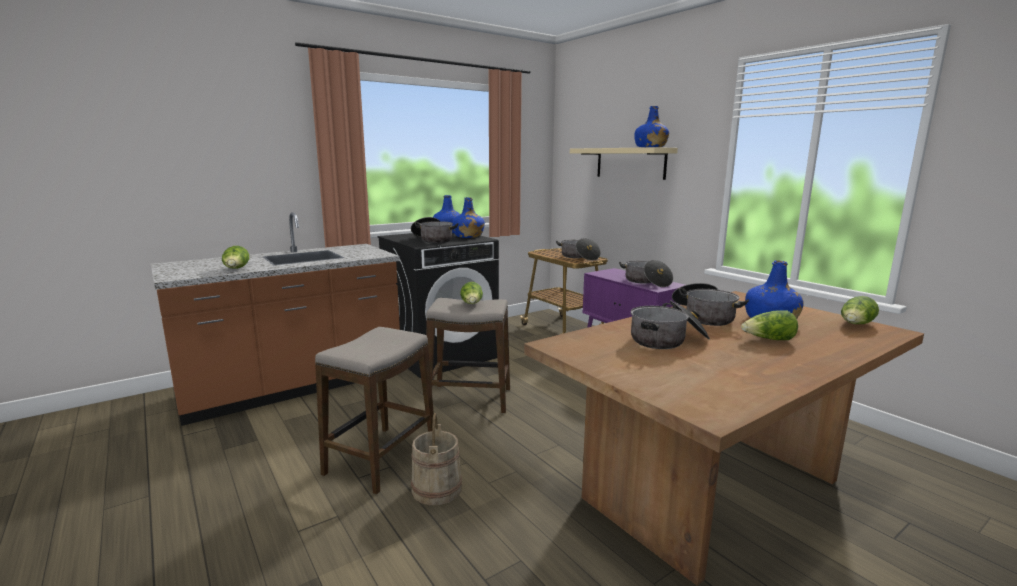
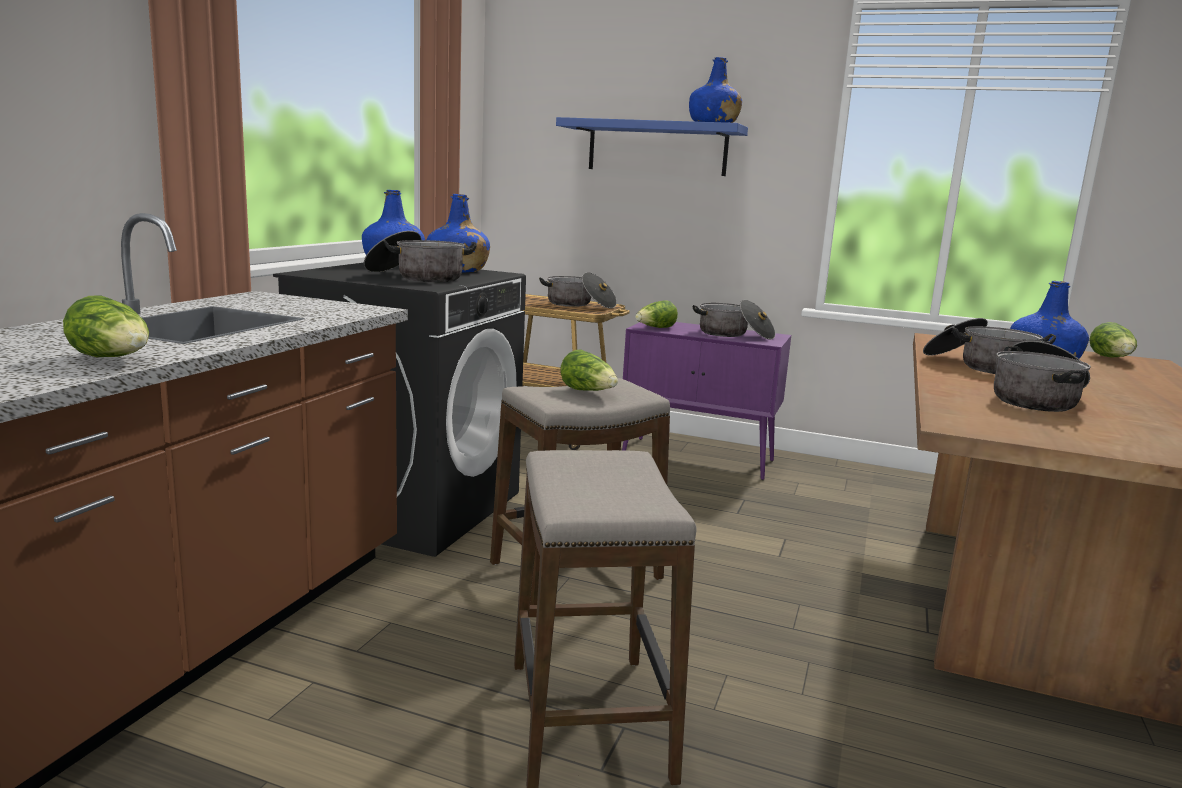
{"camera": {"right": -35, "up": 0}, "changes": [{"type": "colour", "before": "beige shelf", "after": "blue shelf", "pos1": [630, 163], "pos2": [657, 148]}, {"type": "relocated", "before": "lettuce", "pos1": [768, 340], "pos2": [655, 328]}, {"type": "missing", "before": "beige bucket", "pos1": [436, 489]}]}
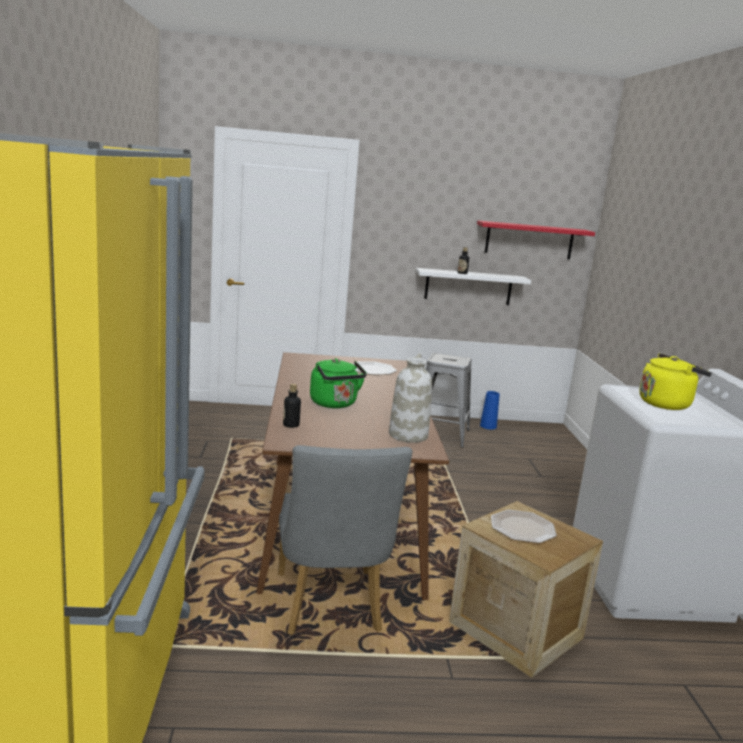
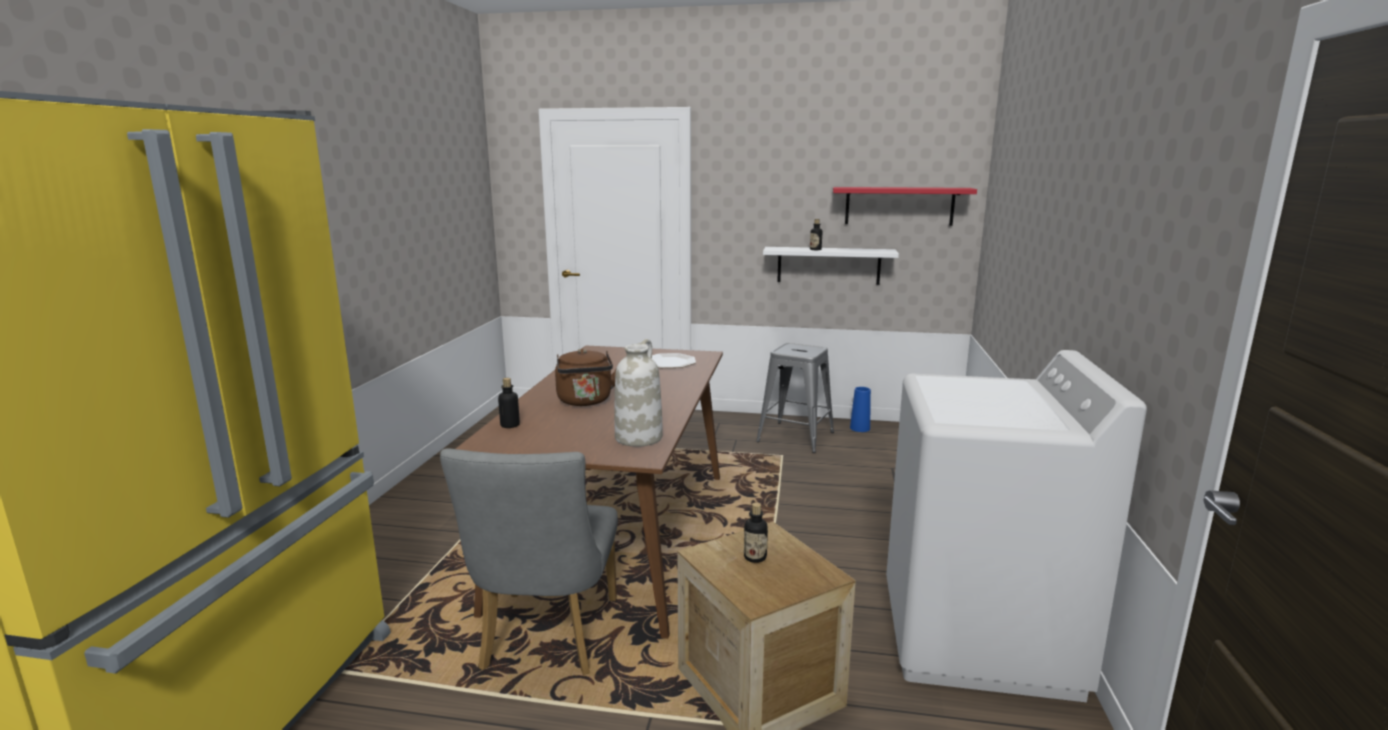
{"camera": {"right": 15, "up": 0}, "changes": [{"type": "missing", "before": "yellow kettle", "pos1": [666, 404]}, {"type": "colour", "before": "green kettle", "after": "brown kettle", "pos1": [335, 404], "pos2": [585, 401]}, {"type": "exchanged", "before": "plate", "after": "bottle", "pos1": [523, 528], "pos2": [755, 557]}]}
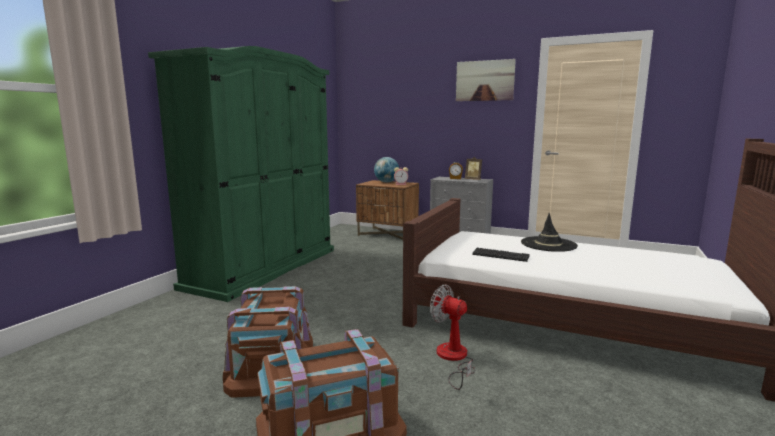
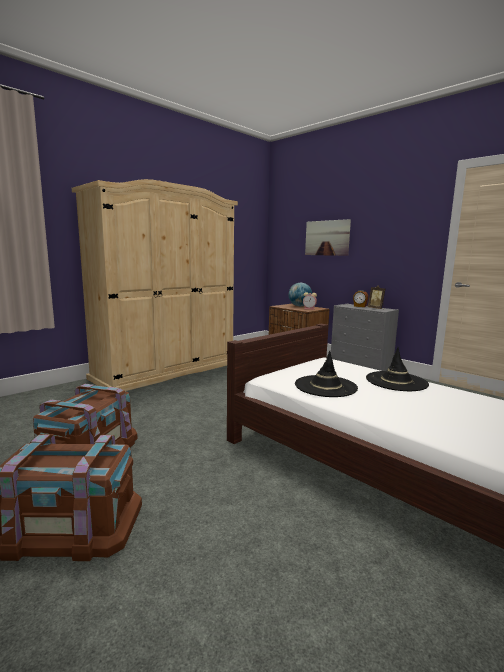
{"camera": {"right": 20, "up": 0}, "changes": [{"type": "colour", "before": "green wardrobe", "after": "beige wardrobe", "pos1": [264, 267], "pos2": [166, 370]}, {"type": "relocated", "before": "picture", "pos1": [484, 80], "pos2": [327, 238]}, {"type": "exchanged", "before": "keyboard", "after": "black hat", "pos1": [500, 256], "pos2": [325, 386]}, {"type": "missing", "before": "fan", "pos1": [453, 359]}]}
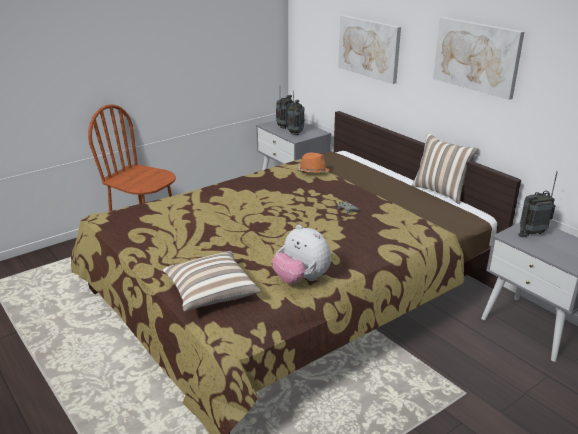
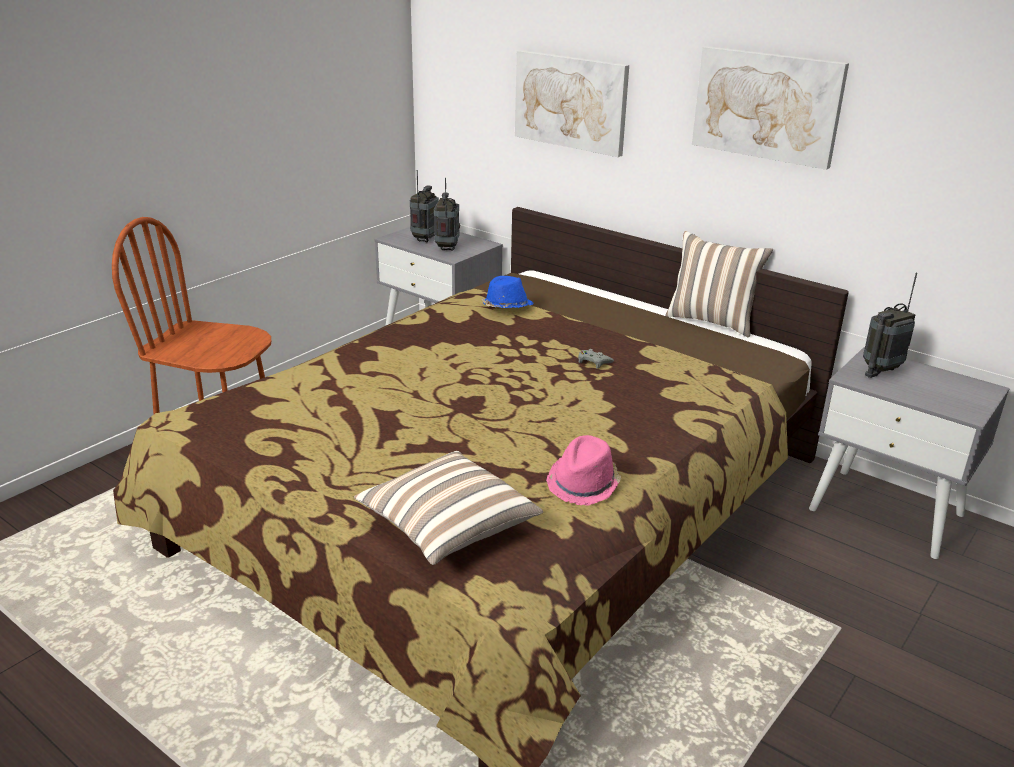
{"camera": {"right": -15, "up": 0}, "changes": [{"type": "colour", "before": "orange hat", "after": "blue hat", "pos1": [312, 172], "pos2": [506, 308]}, {"type": "exchanged", "before": "plush toy", "after": "pink hat", "pos1": [301, 279], "pos2": [584, 484]}]}
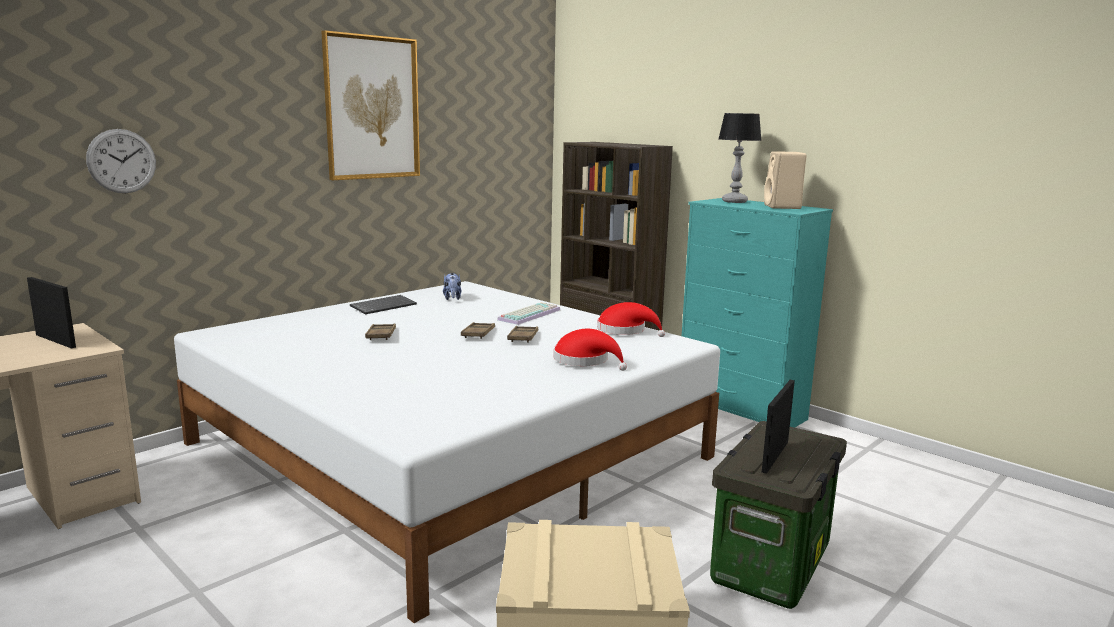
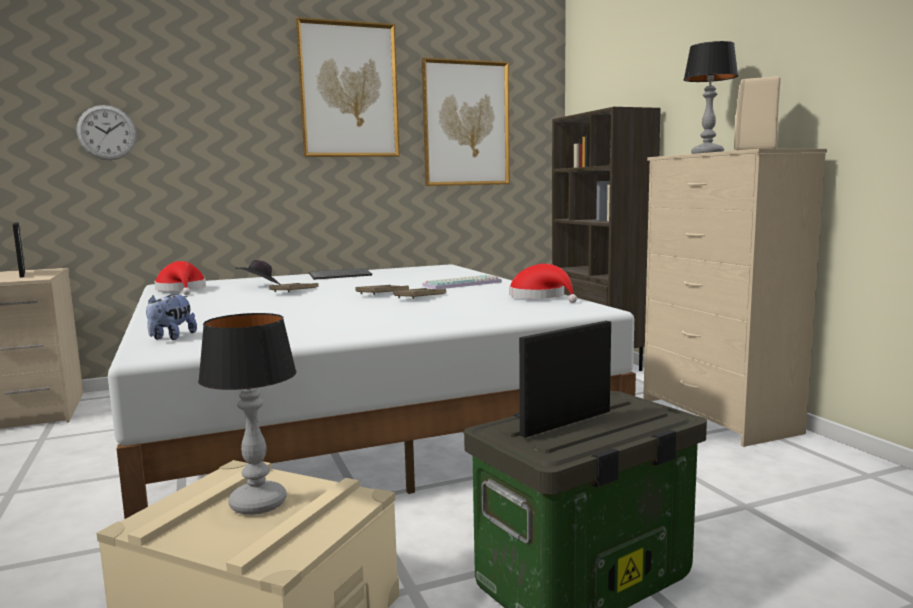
{"camera": {"right": 25, "up": -5}, "changes": [{"type": "colour", "before": "turquoise dresser", "after": "beige dresser", "pos1": [741, 412], "pos2": [718, 417]}, {"type": "relocated", "before": "plush toy", "pos1": [452, 298], "pos2": [171, 337]}, {"type": "relocated", "before": "red hat", "pos1": [585, 360], "pos2": [182, 290]}, {"type": "appeared", "after": "picture", "pos2": [466, 123]}, {"type": "appeared", "after": "black hat", "pos2": [261, 287]}, {"type": "appeared", "after": "table lamp", "pos2": [257, 504]}]}
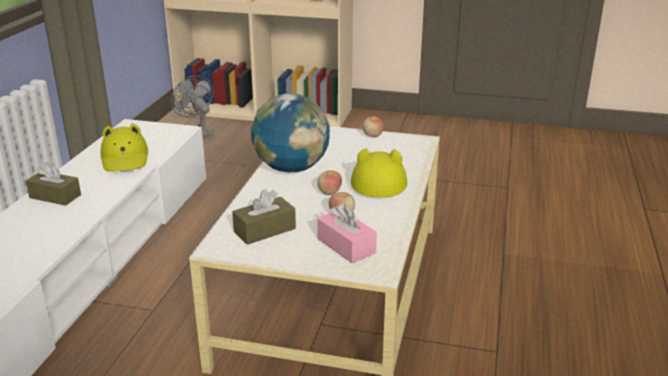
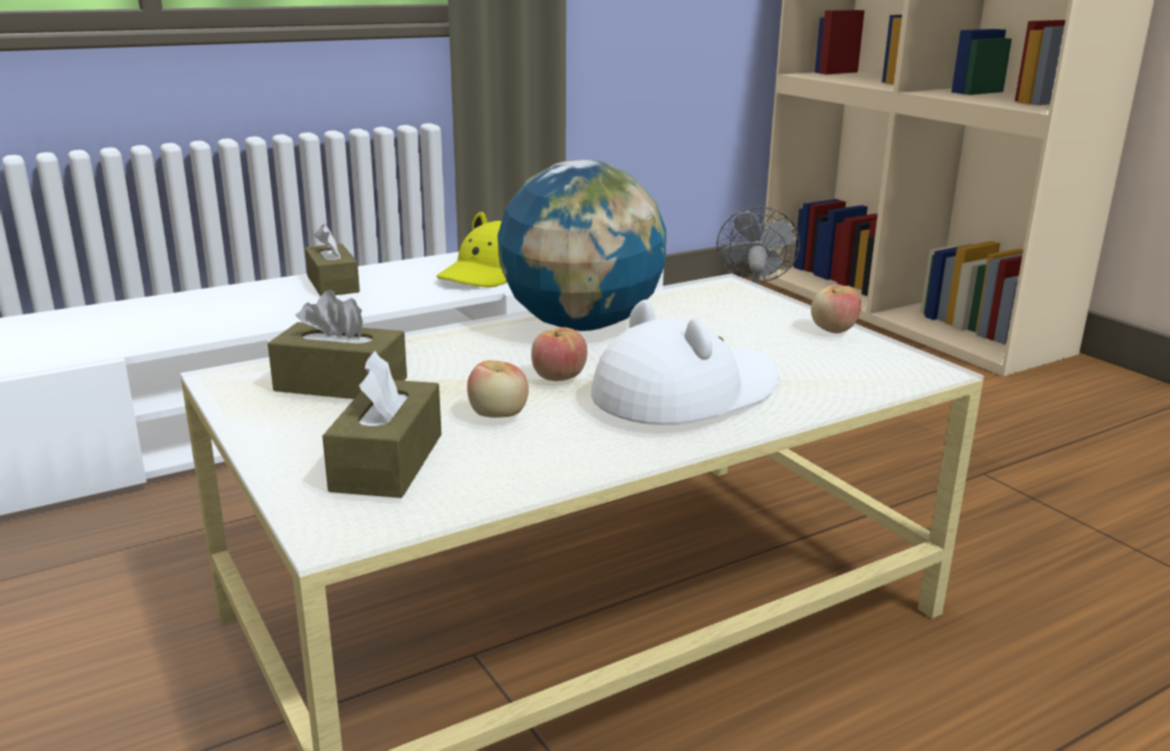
{"camera": {"right": 45, "up": -5}, "changes": [{"type": "colour", "before": "yellow hat", "after": "white hat", "pos1": [378, 180], "pos2": [685, 394]}, {"type": "colour", "before": "pink tissue box", "after": "brown tissue box", "pos1": [346, 246], "pos2": [387, 462]}]}
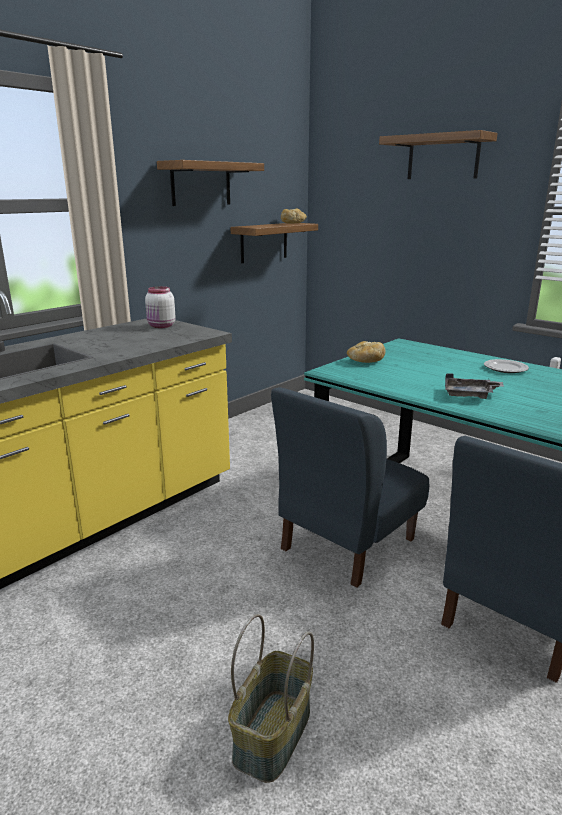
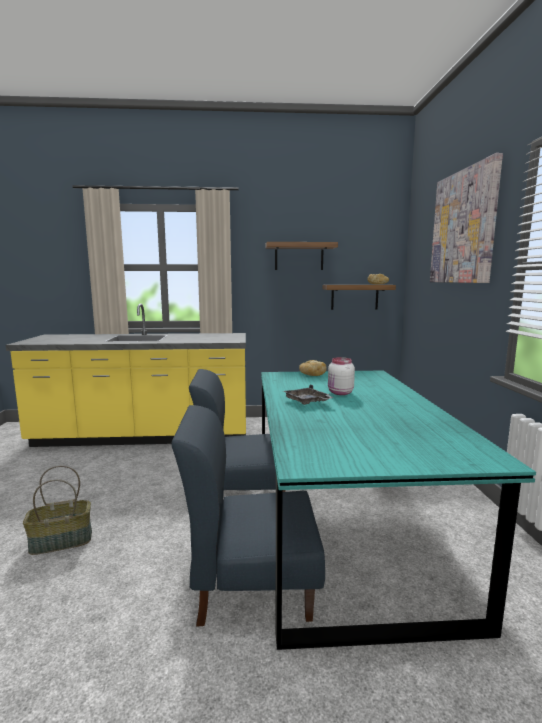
{"camera": {"right": 45, "up": -10}, "changes": [{"type": "exchanged", "before": "shelf", "after": "picture", "pos1": [443, 157], "pos2": [463, 227]}, {"type": "relocated", "before": "white jar", "pos1": [161, 326], "pos2": [340, 393]}, {"type": "missing", "before": "plate", "pos1": [505, 368]}]}
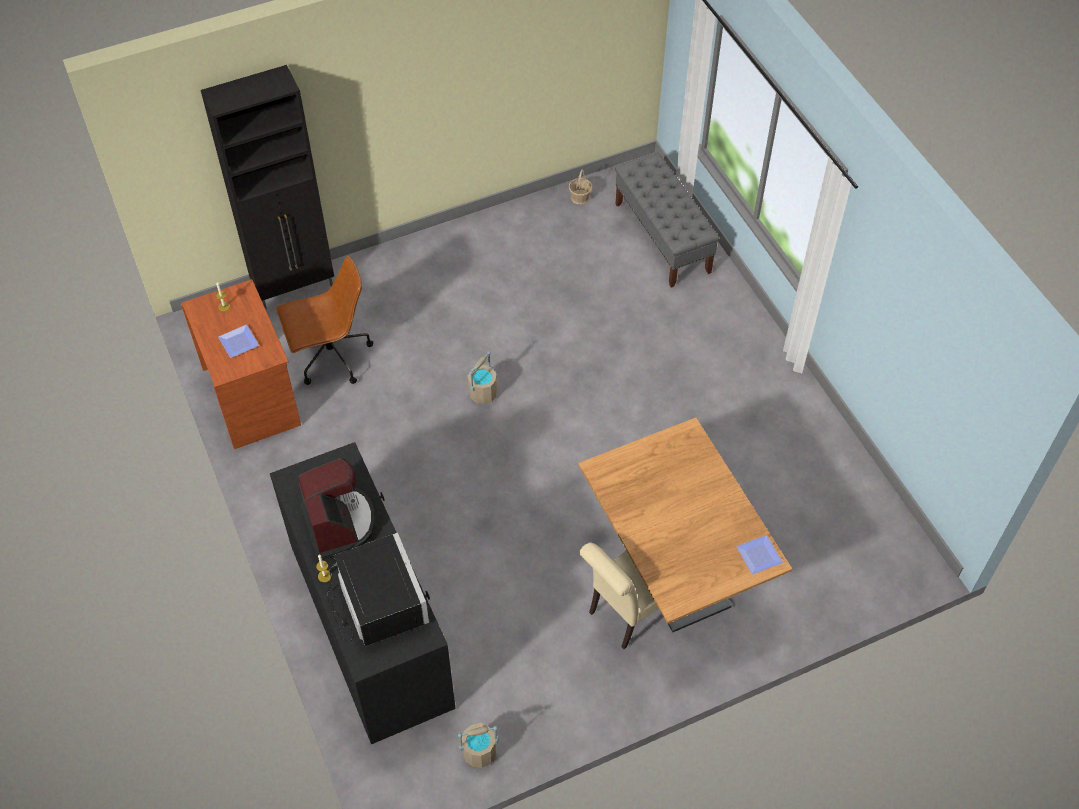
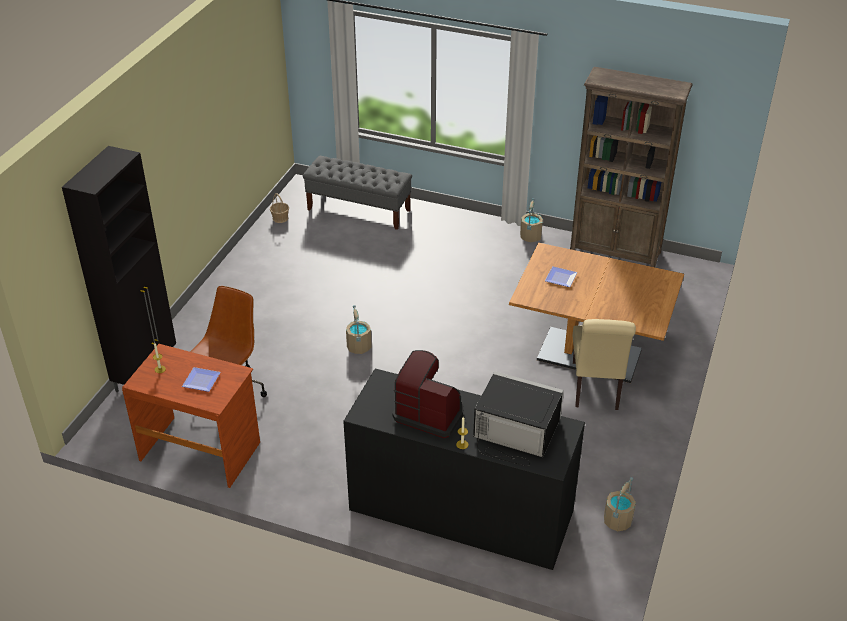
{"camera": {"right": -45, "up": -15}, "changes": [{"type": "relocated", "before": "plate", "pos1": [757, 555], "pos2": [559, 278]}, {"type": "appeared", "after": "brown bookcase", "pos2": [615, 252]}, {"type": "appeared", "after": "beige bucket", "pos2": [530, 236]}]}
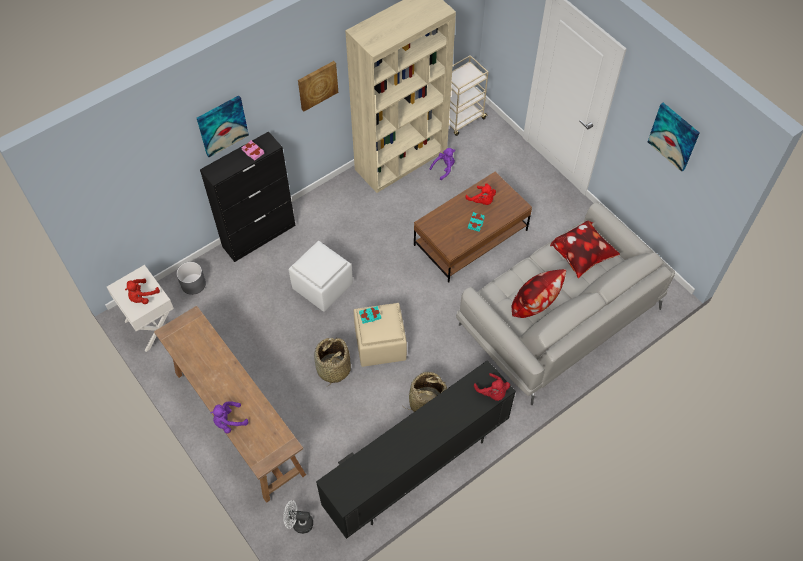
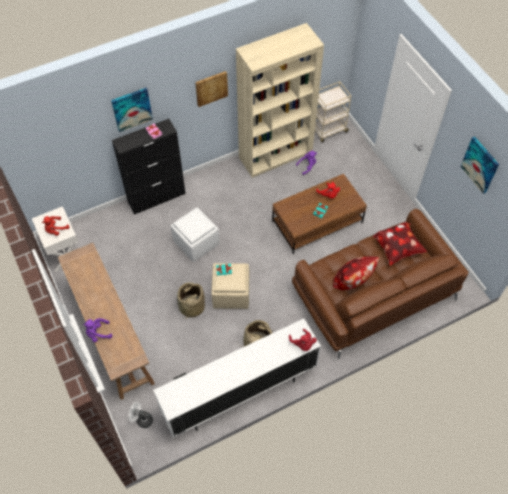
{"camera": {"right": 10, "up": 0}, "changes": [{"type": "colour", "before": "grey sofa", "after": "brown sofa", "pos1": [558, 317], "pos2": [373, 294]}, {"type": "missing", "before": "grey planter", "pos1": [193, 284]}, {"type": "colour", "before": "black tv stand", "after": "white tv stand", "pos1": [416, 469], "pos2": [239, 393]}]}
